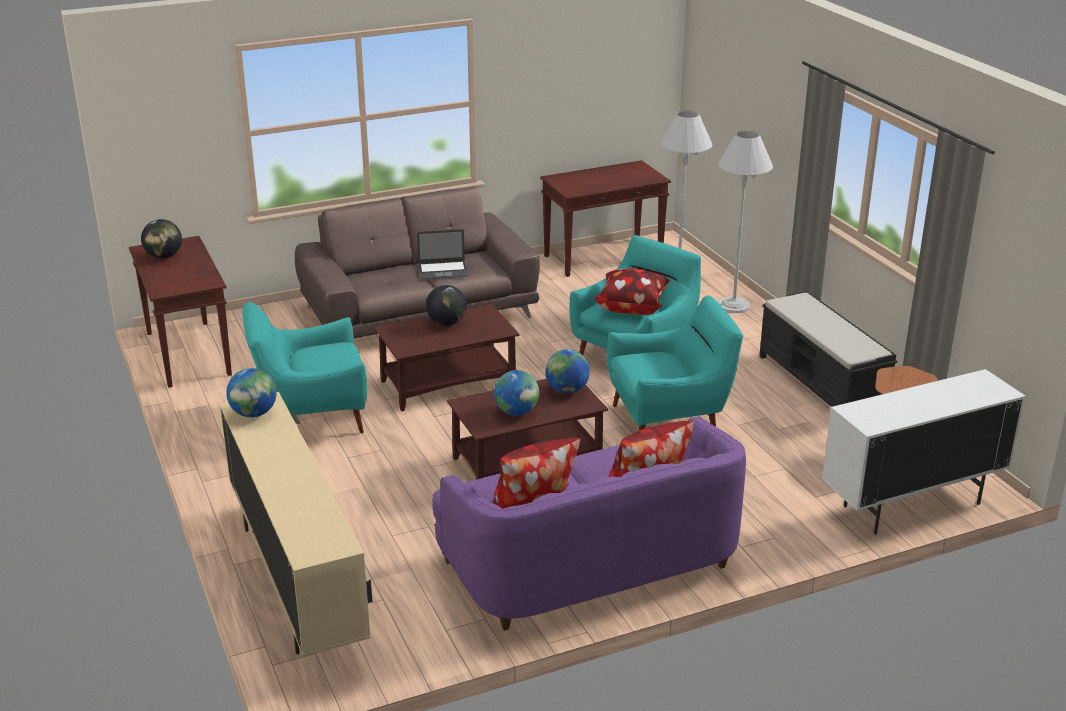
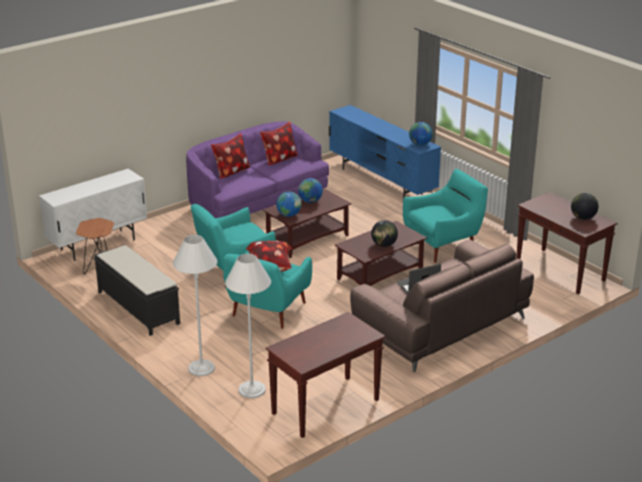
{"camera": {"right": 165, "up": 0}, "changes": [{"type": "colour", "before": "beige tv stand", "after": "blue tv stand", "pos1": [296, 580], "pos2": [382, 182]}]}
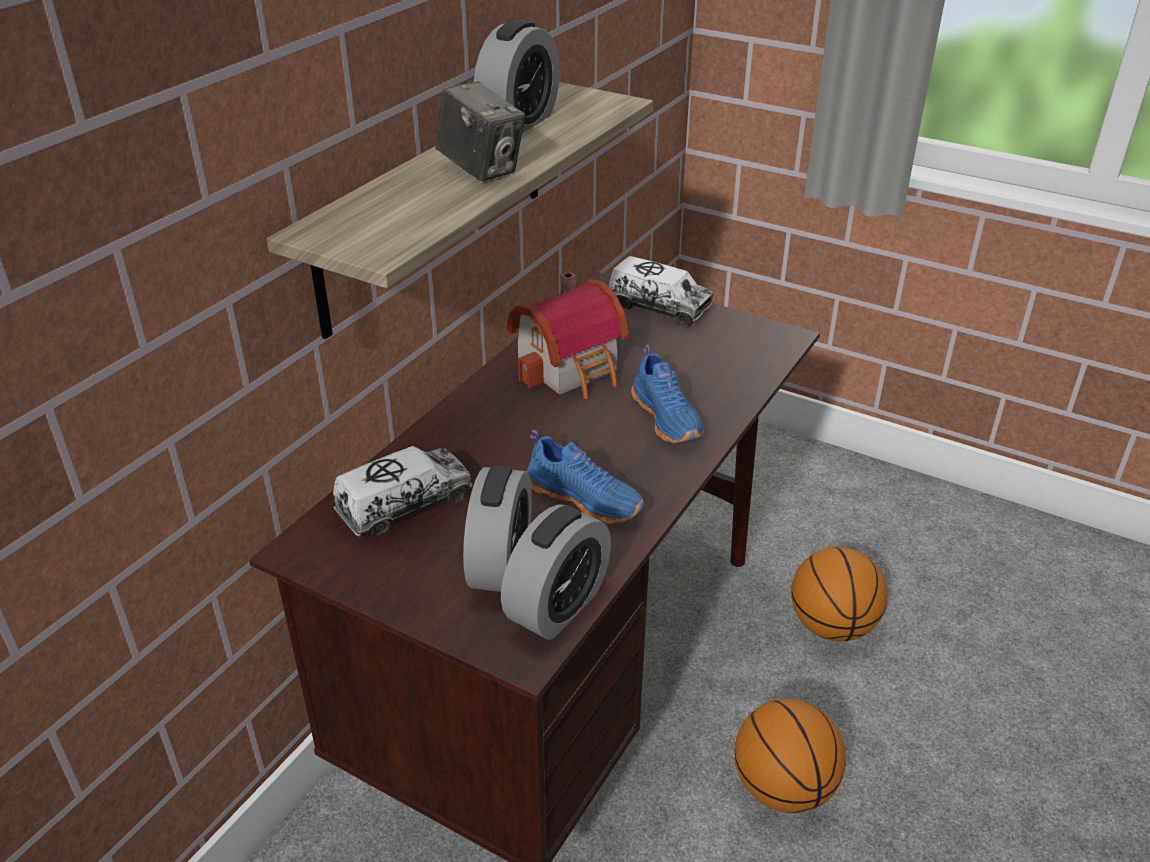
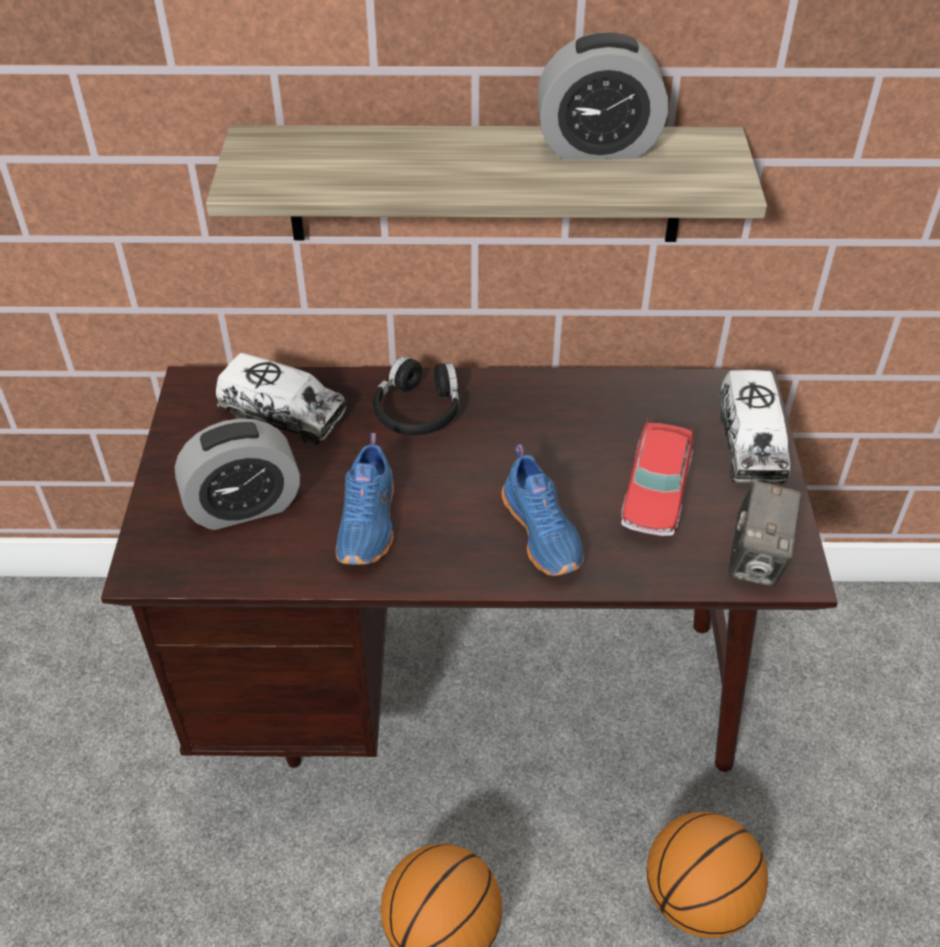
{"camera": {"right": 60, "up": 10}, "changes": [{"type": "relocated", "before": "photo camera", "pos1": [481, 169], "pos2": [756, 561]}, {"type": "missing", "before": "toy house", "pos1": [573, 368]}, {"type": "spun", "before": "blue shoe", "pos1": [668, 418], "pos2": [544, 532], "turn": -60}, {"type": "missing", "before": "alarm clock", "pos1": [557, 606]}, {"type": "appeared", "after": "black headphones", "pos2": [418, 410]}, {"type": "appeared", "after": "toy car", "pos2": [656, 492]}]}
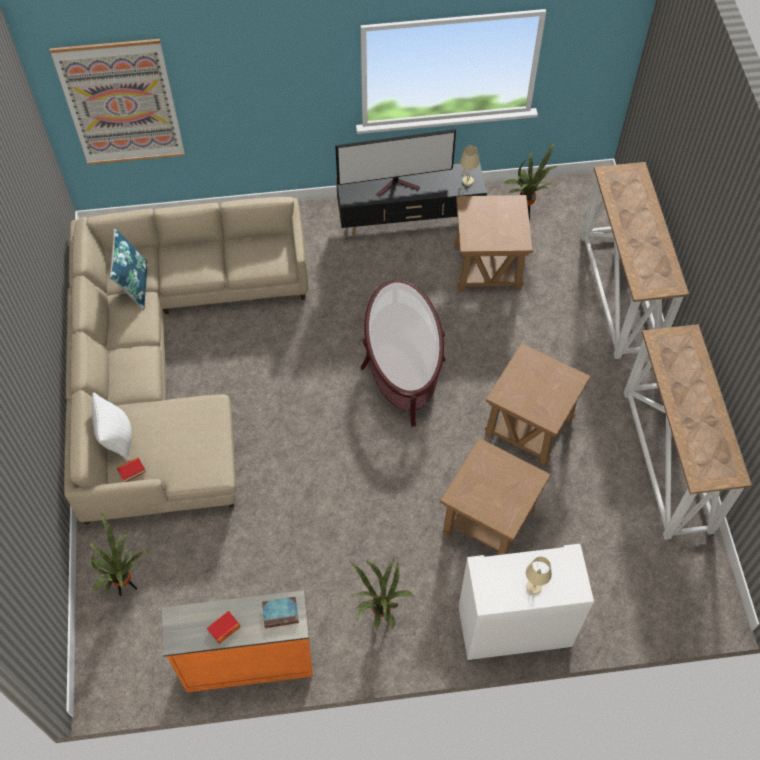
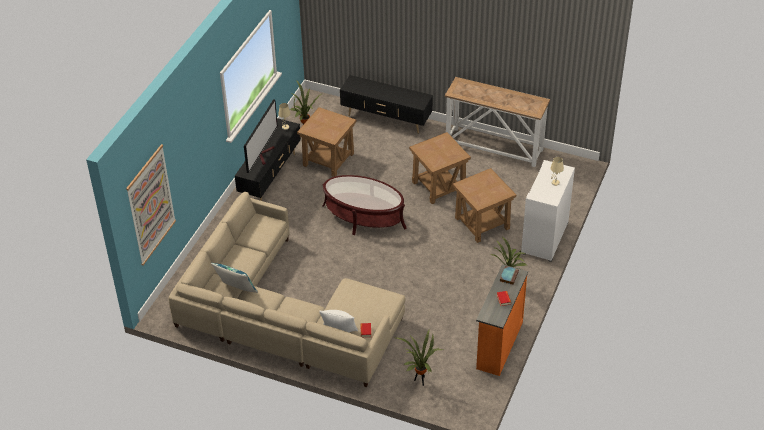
{"camera": {"right": -60, "up": -15}, "changes": [{"type": "exchanged", "before": "console table", "after": "black tv stand", "pos1": [619, 294], "pos2": [386, 120]}]}
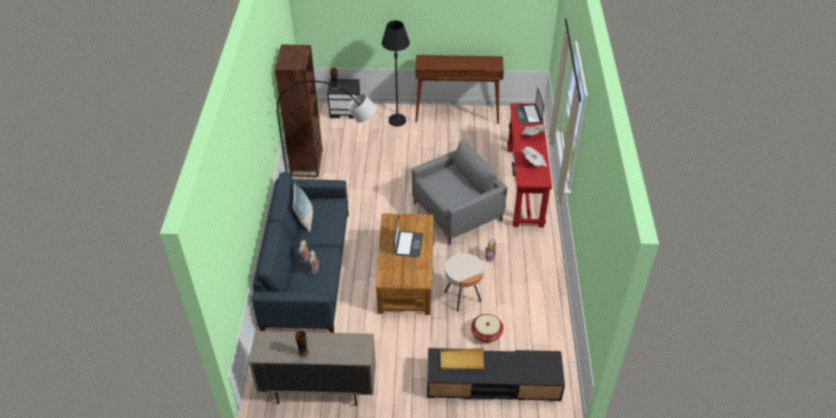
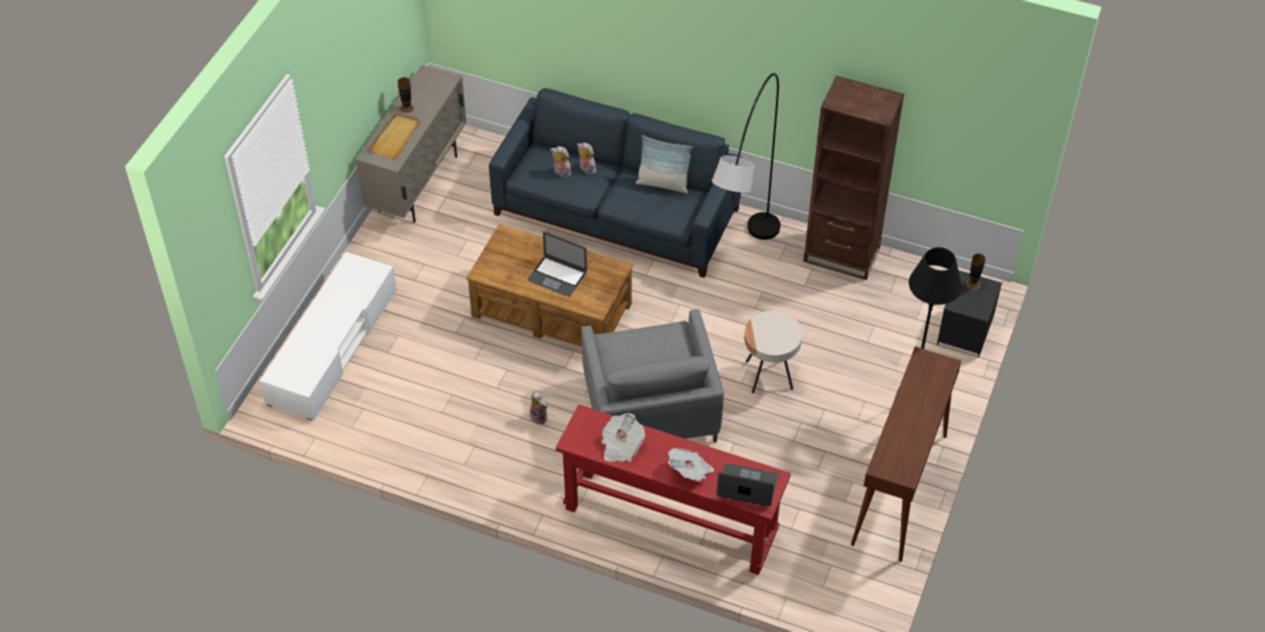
{"camera": {"right": 110, "up": 5}, "changes": [{"type": "relocated", "before": "beige side table", "pos1": [462, 297], "pos2": [769, 375]}, {"type": "missing", "before": "basket", "pos1": [486, 333]}, {"type": "colour", "before": "black tv stand", "after": "white tv stand", "pos1": [493, 382], "pos2": [332, 347]}, {"type": "relocated", "before": "beige tray", "pos1": [462, 360], "pos2": [396, 137]}]}
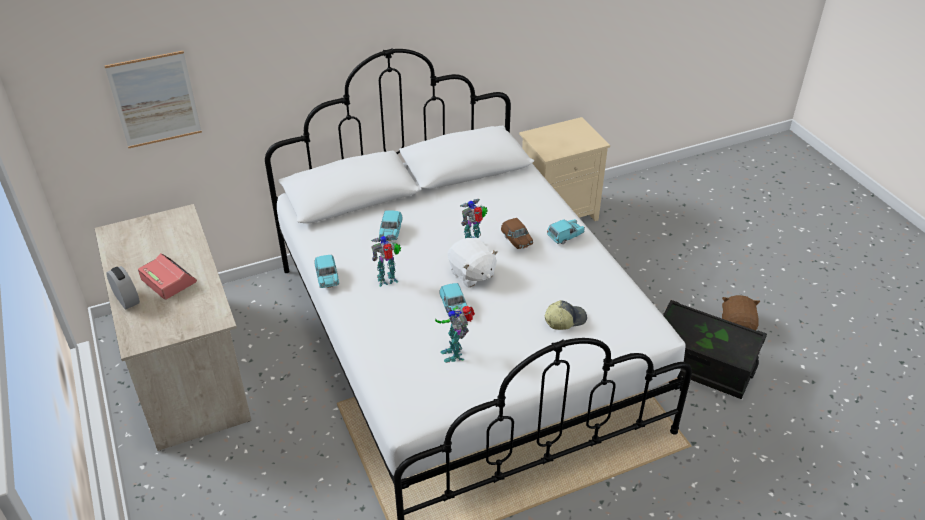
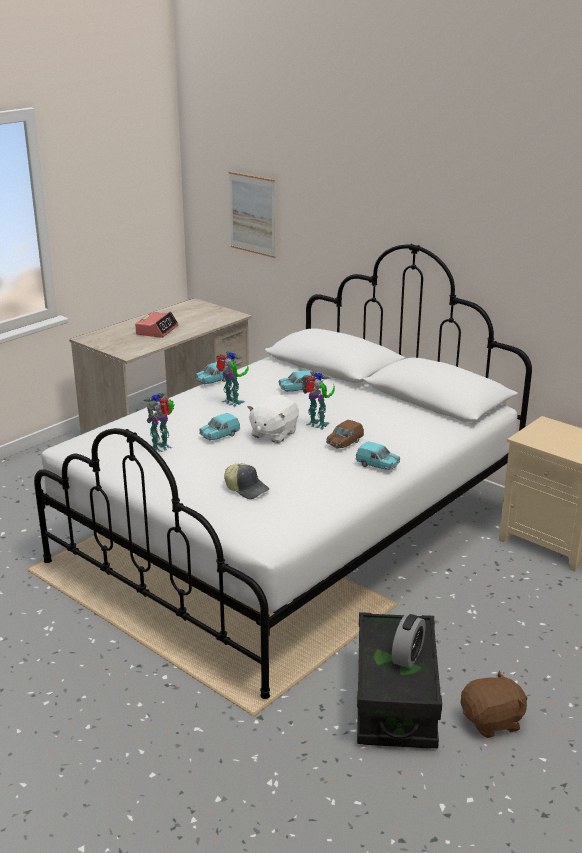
{"camera": {"right": 65, "up": -15}, "changes": [{"type": "relocated", "before": "alarm clock", "pos1": [126, 299], "pos2": [407, 656]}]}
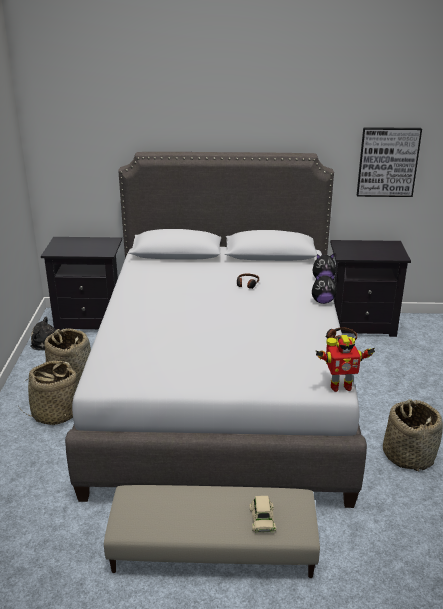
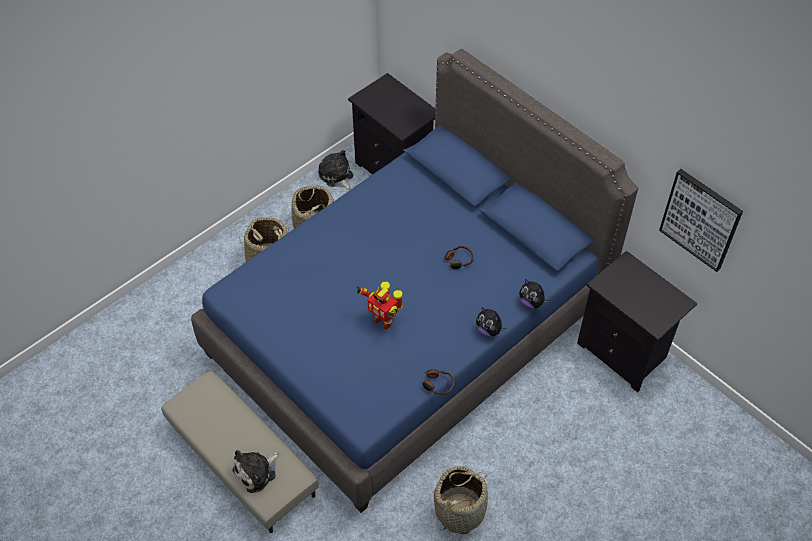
{"camera": {"right": 45, "up": 25}, "changes": [{"type": "colour", "before": "grey bed", "after": "blue bed", "pos1": [220, 389], "pos2": [406, 329]}, {"type": "relocated", "before": "toy robot", "pos1": [340, 386], "pos2": [383, 320]}, {"type": "exchanged", "before": "beige toy car", "after": "plush toy", "pos1": [262, 518], "pos2": [257, 472]}]}
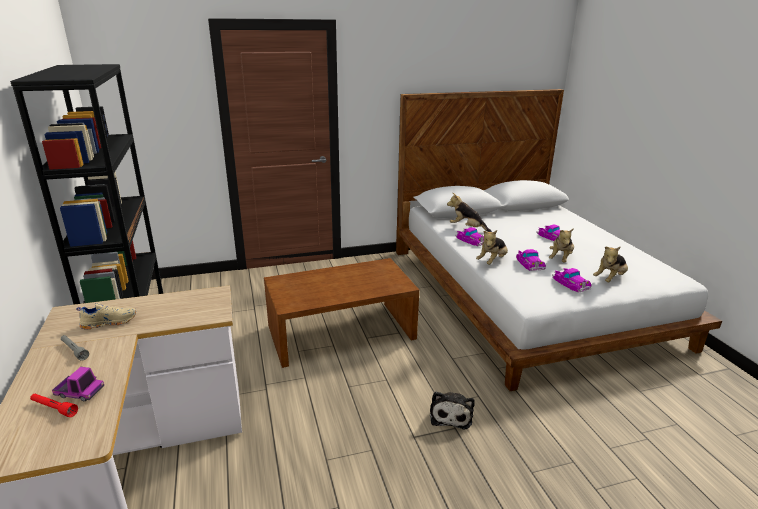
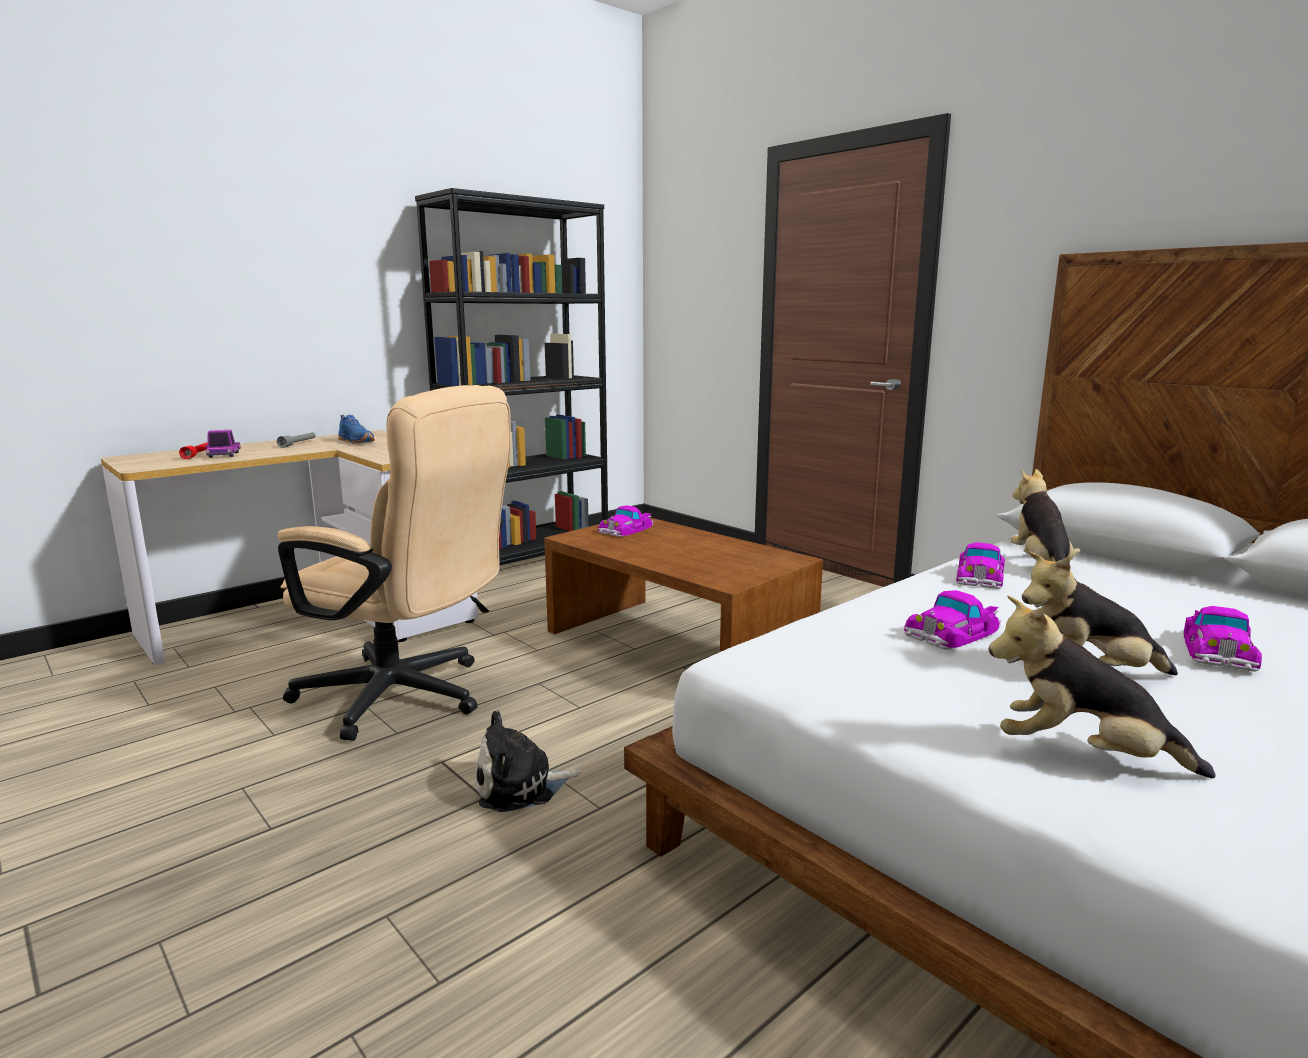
{"camera": {"right": 65, "up": -10}, "changes": [{"type": "missing", "before": "plush toy", "pos1": [492, 261]}, {"type": "relocated", "before": "toy car", "pos1": [570, 283], "pos2": [626, 529]}, {"type": "colour", "before": "beige shoe", "after": "blue shoe", "pos1": [109, 322], "pos2": [357, 442]}, {"type": "appeared", "after": "beige office chair", "pos2": [407, 698]}]}
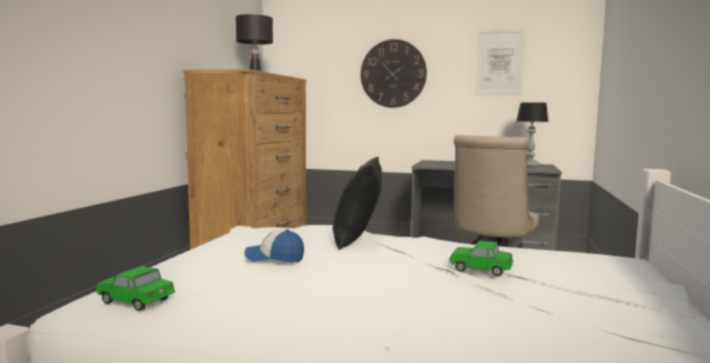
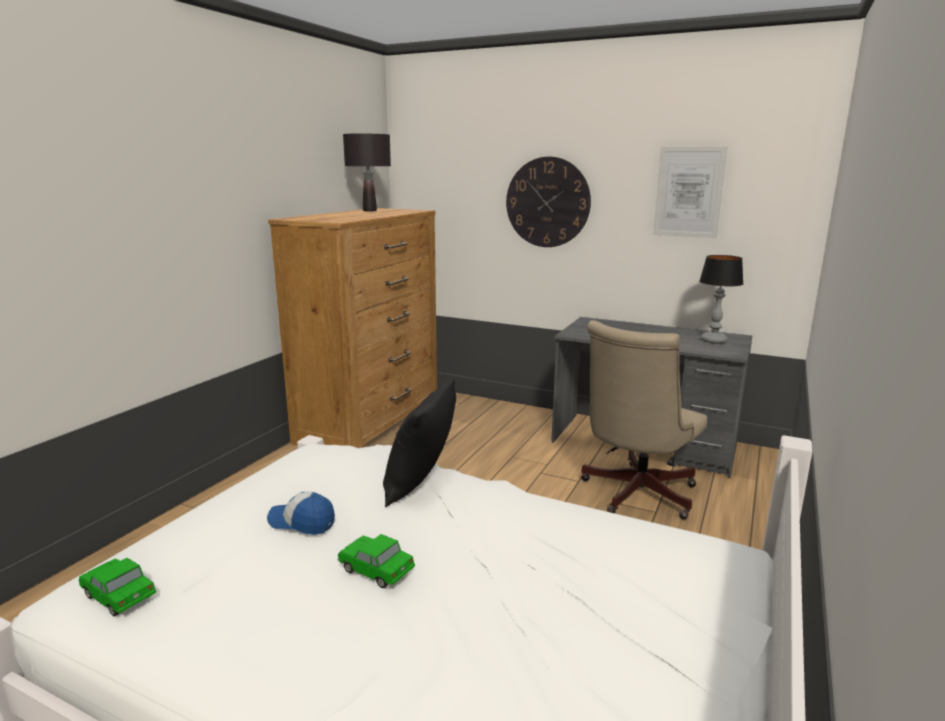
{"camera": {"right": 10, "up": 10}, "changes": [{"type": "relocated", "before": "toy car", "pos1": [480, 269], "pos2": [376, 571]}]}
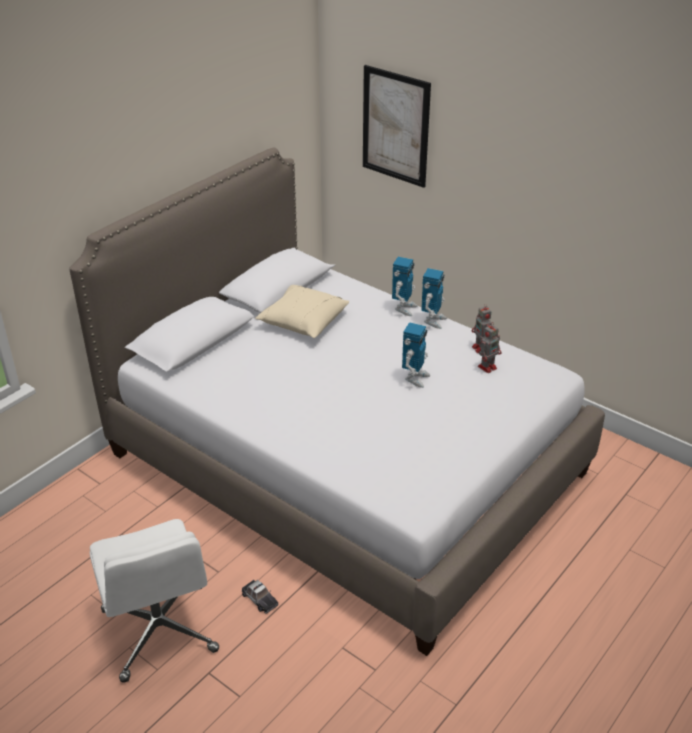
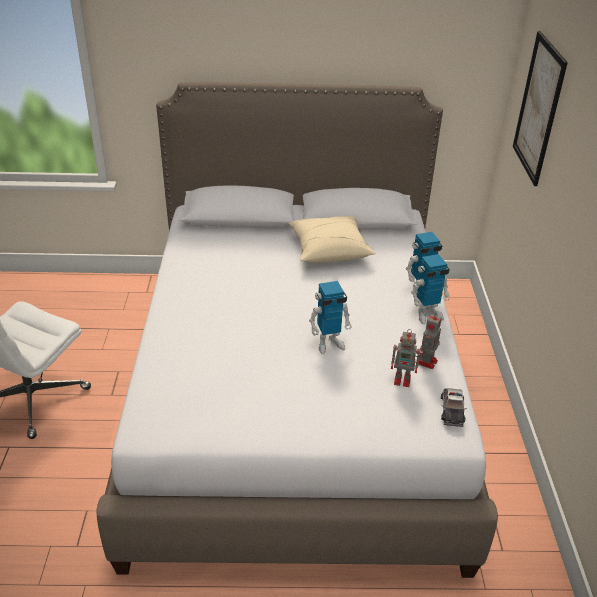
{"camera": {"right": 50, "up": 0}, "changes": [{"type": "relocated", "before": "toy car", "pos1": [259, 599], "pos2": [452, 410]}]}
